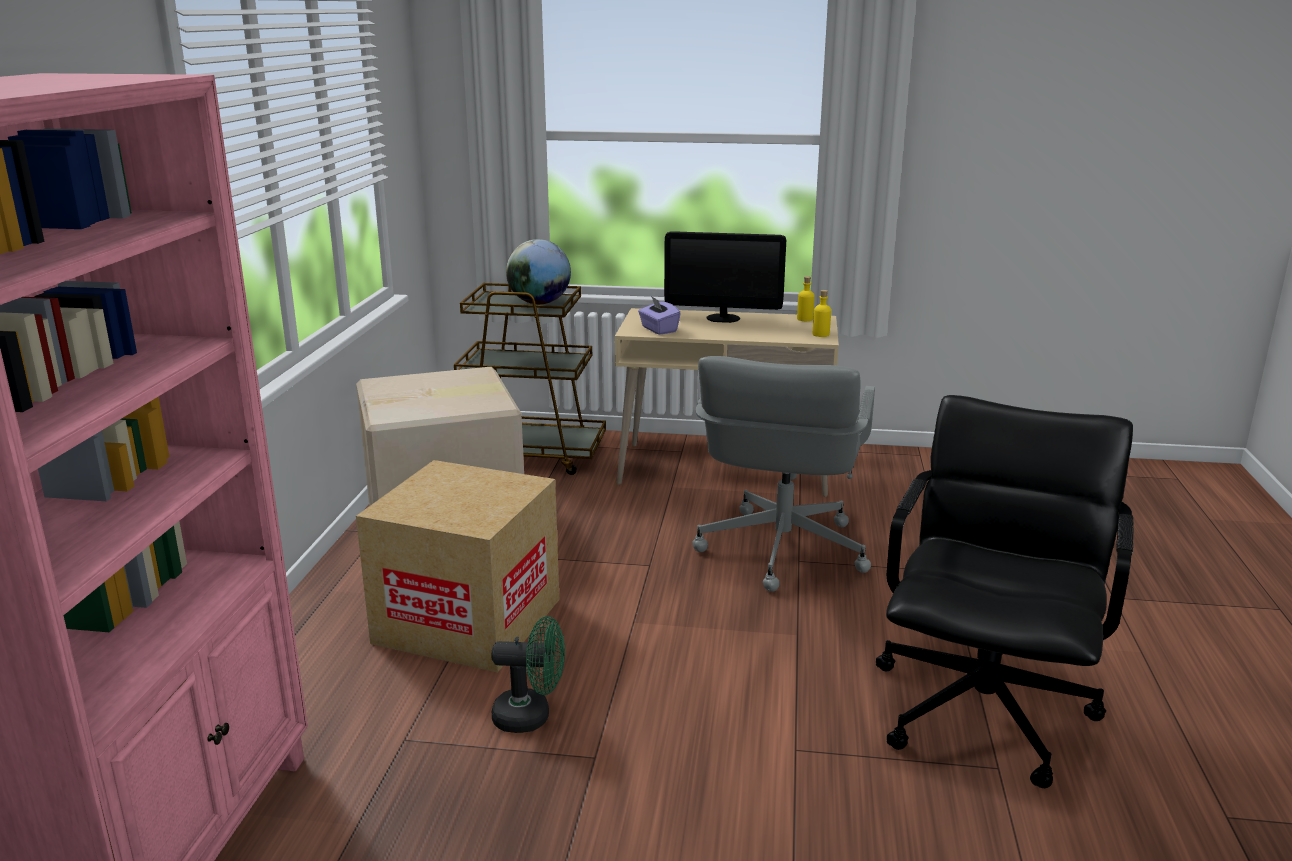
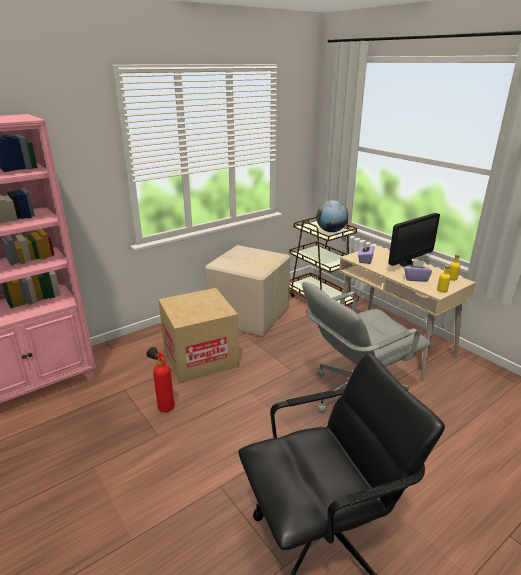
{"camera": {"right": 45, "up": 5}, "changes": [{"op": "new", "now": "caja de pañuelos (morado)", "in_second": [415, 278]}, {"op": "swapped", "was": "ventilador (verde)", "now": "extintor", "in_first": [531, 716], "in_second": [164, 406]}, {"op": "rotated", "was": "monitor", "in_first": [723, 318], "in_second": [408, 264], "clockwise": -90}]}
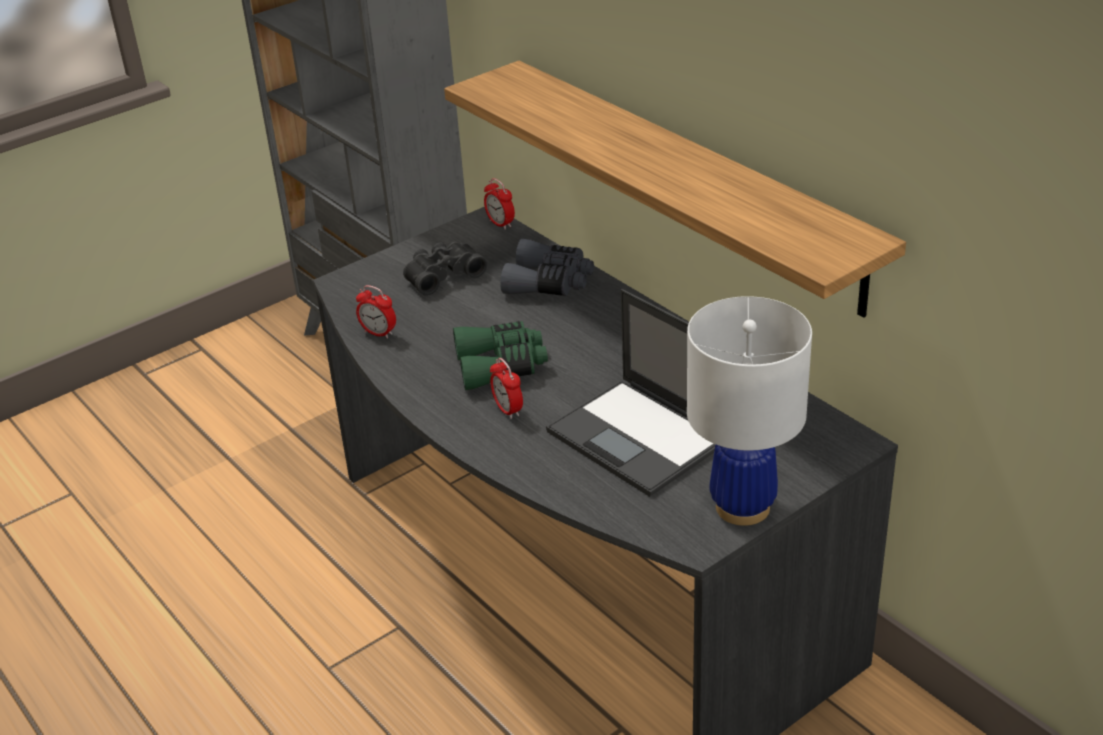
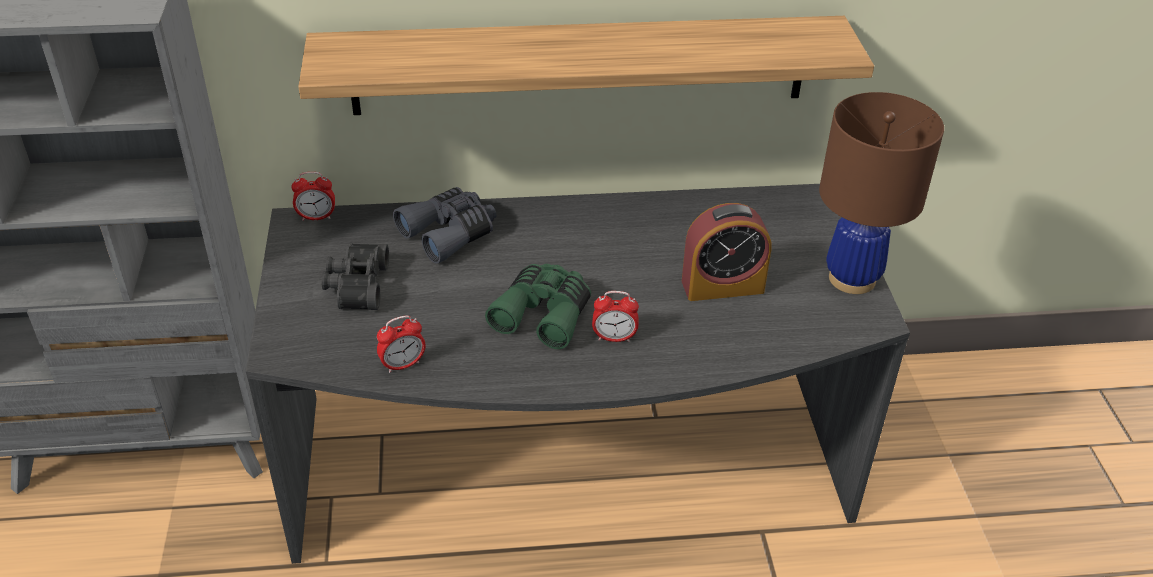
{"camera": {"right": -60, "up": 5}, "changes": [{"op": "swapped", "was": "portátil", "now": "despertador", "in_first": [640, 437], "in_second": [722, 286]}, {"op": "repainted", "was": "lámpara de mesa (blanco)", "now": "lámpara de mesa (marrón)", "in_first": [742, 507], "in_second": [851, 279]}]}
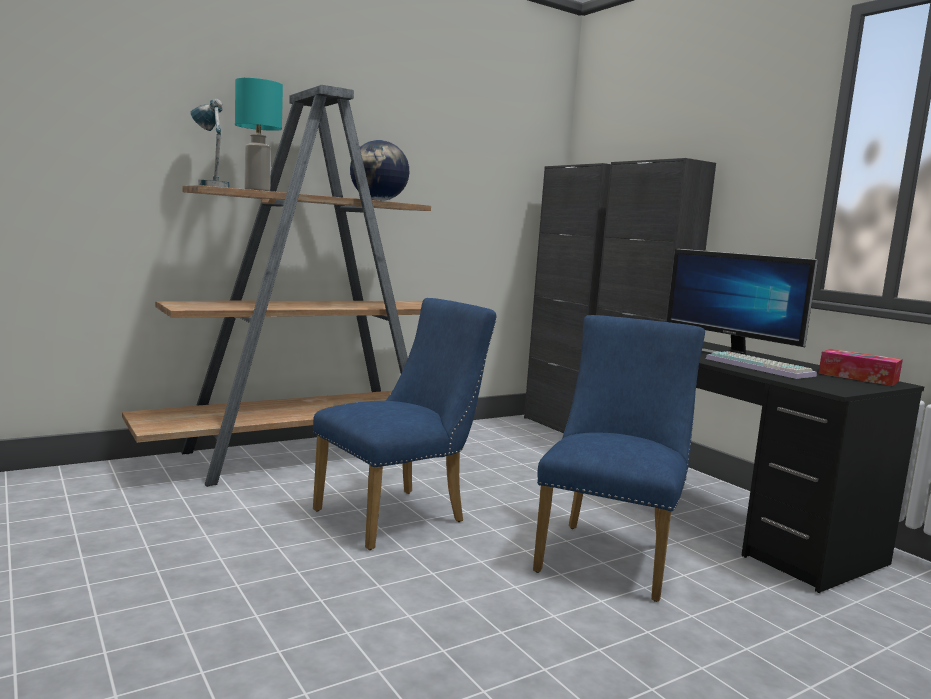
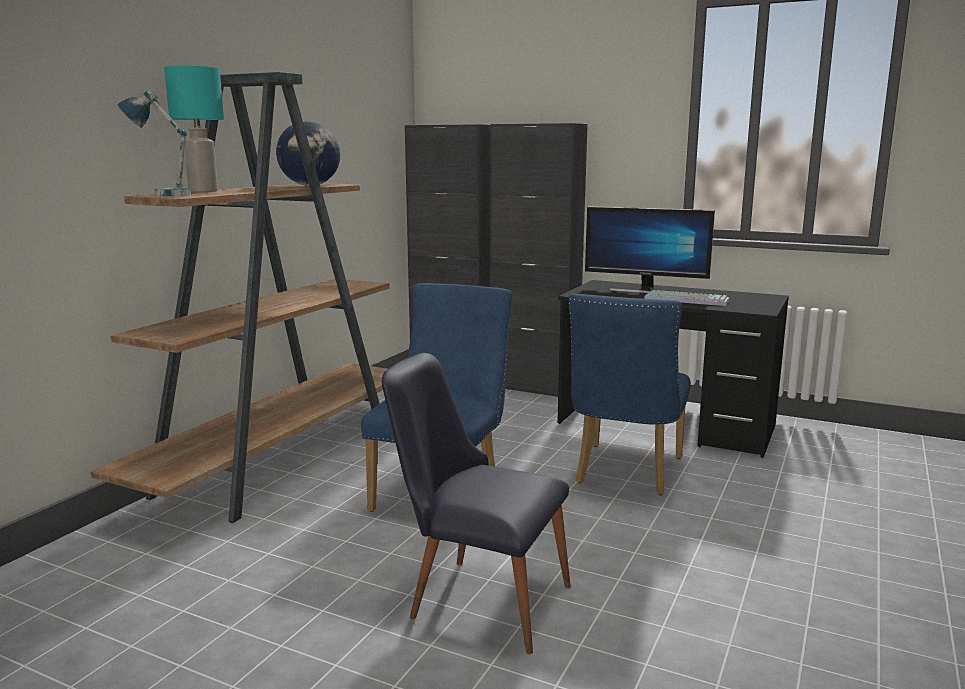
{"camera": {"right": -30, "up": 5}, "changes": [{"op": "gone", "was": "caja de pañuelos", "in_first": [858, 377]}, {"op": "new", "now": "silla (negro)", "in_second": [477, 597]}, {"op": "rotated", "was": "silla (azul)", "in_first": [610, 555], "in_second": [625, 473], "clockwise": -150}]}
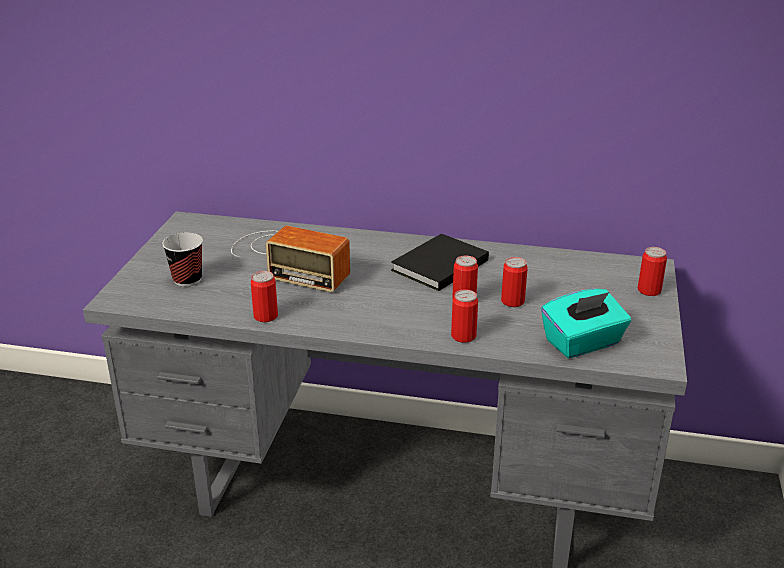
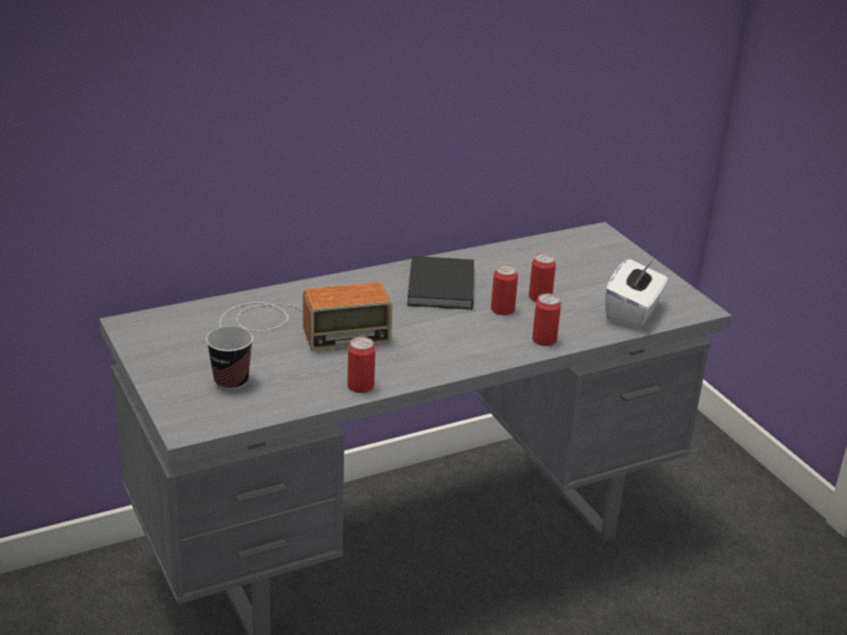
{"camera": {"right": -40, "up": 0}, "changes": [{"op": "gone", "was": "lata", "in_first": [649, 290]}, {"op": "repainted", "was": "caja de pañuelos (turquesa)", "now": "caja de pañuelos (blanco)", "in_first": [583, 343], "in_second": [633, 312]}]}
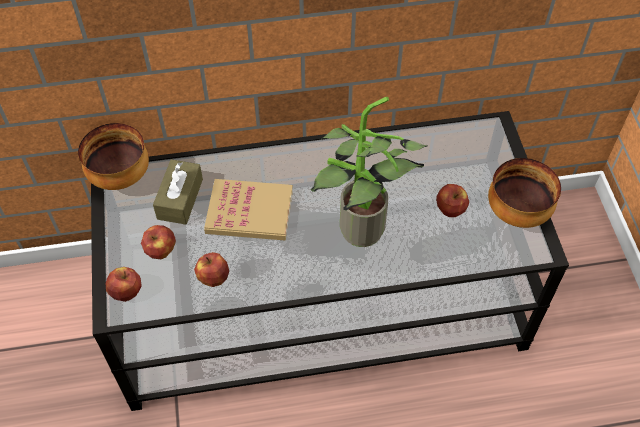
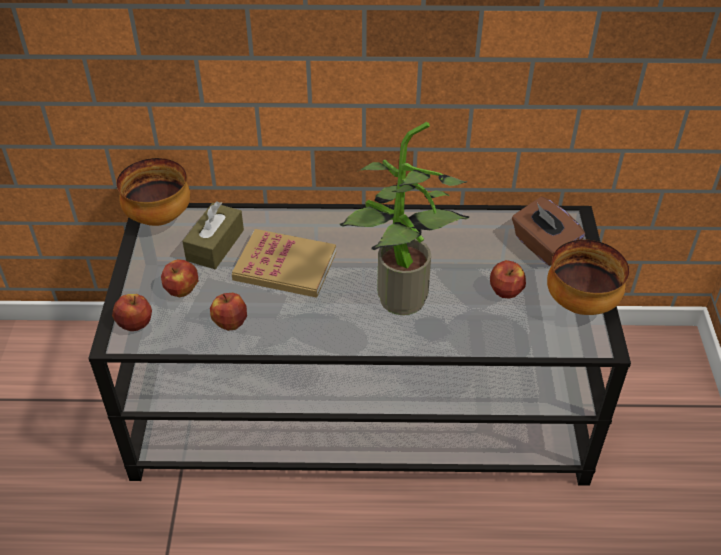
{"camera": {"right": 10, "up": -10}, "changes": [{"op": "new", "now": "caja de pañuelos (marrón)", "in_second": [543, 246]}]}
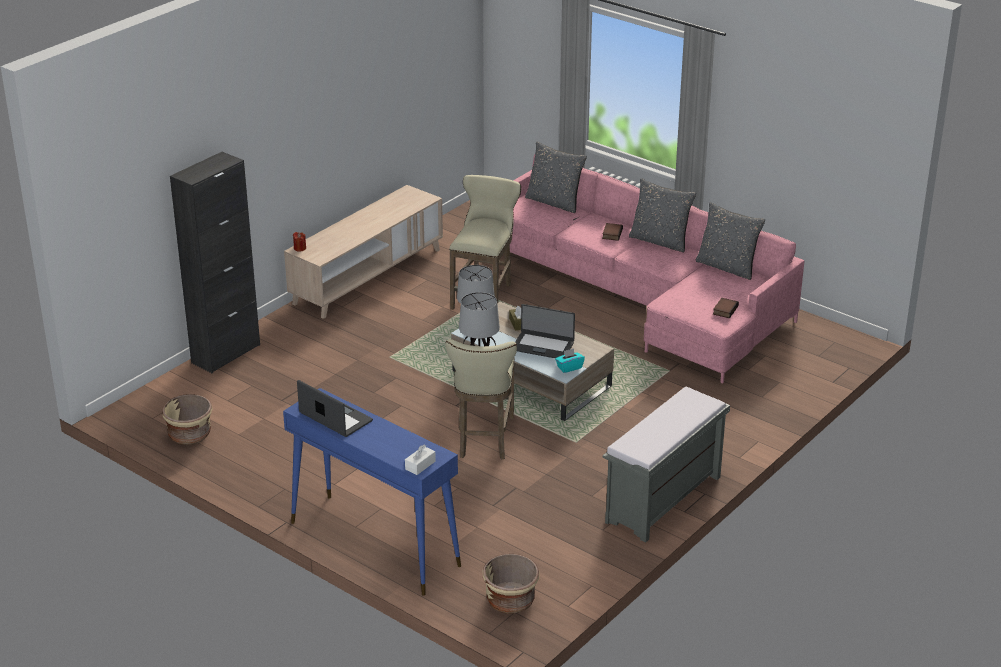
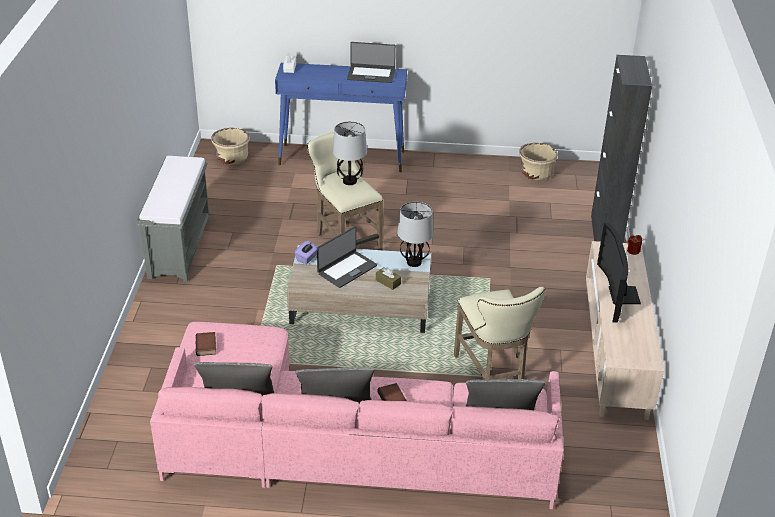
{"camera": {"right": 145, "up": 5}, "changes": [{"op": "new", "now": "televisor", "in_second": [618, 295]}, {"op": "repainted", "was": "caja de pañuelos (turquesa)", "now": "caja de pañuelos (morado)", "in_first": [569, 367], "in_second": [307, 258]}, {"op": "rotated", "was": "portátil", "in_first": [543, 346], "in_second": [346, 269], "clockwise": 150}]}
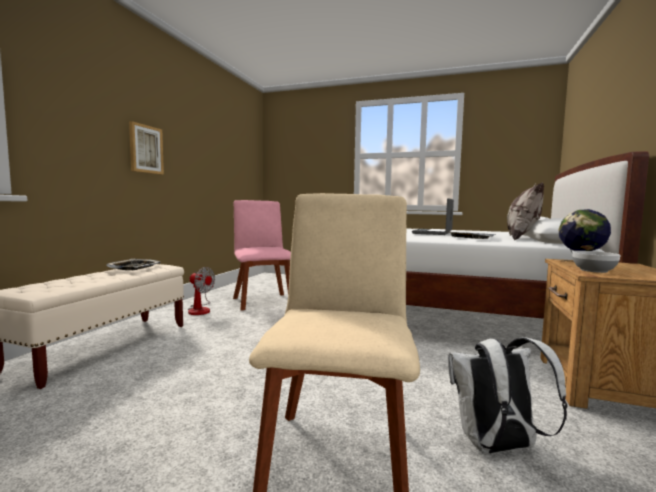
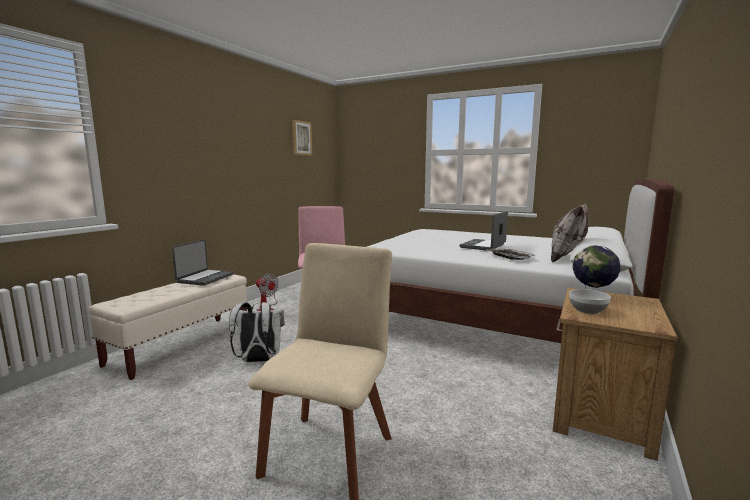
{"camera": {"right": 10, "up": 5}, "changes": [{"op": "shifted", "was": "cuadro", "in_first": [145, 149], "in_second": [301, 138]}, {"op": "shifted", "was": "mochila (blanco)", "in_first": [497, 447], "in_second": [258, 361]}, {"op": "swapped", "was": "bandeja", "now": "portátil", "in_first": [134, 268], "in_second": [204, 278]}]}
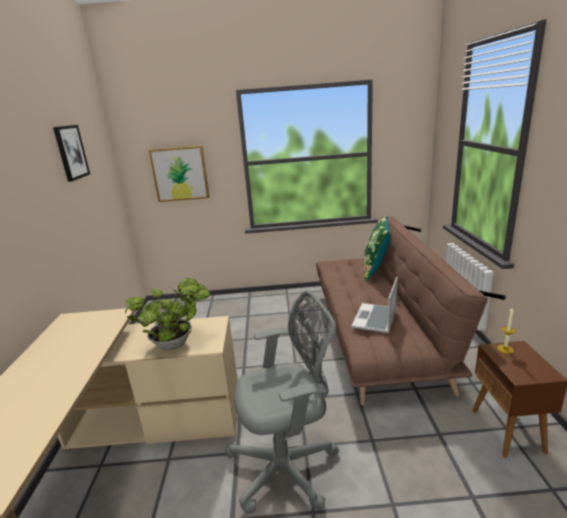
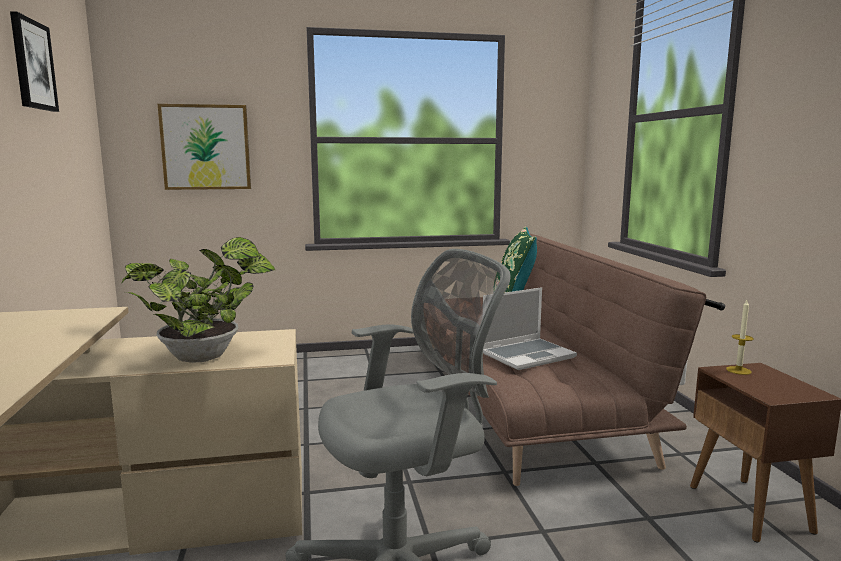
{"camera": {"right": -10, "up": -10}, "changes": [{"op": "rotated", "was": "portátil", "in_first": [375, 319], "in_second": [528, 355], "clockwise": -135}]}
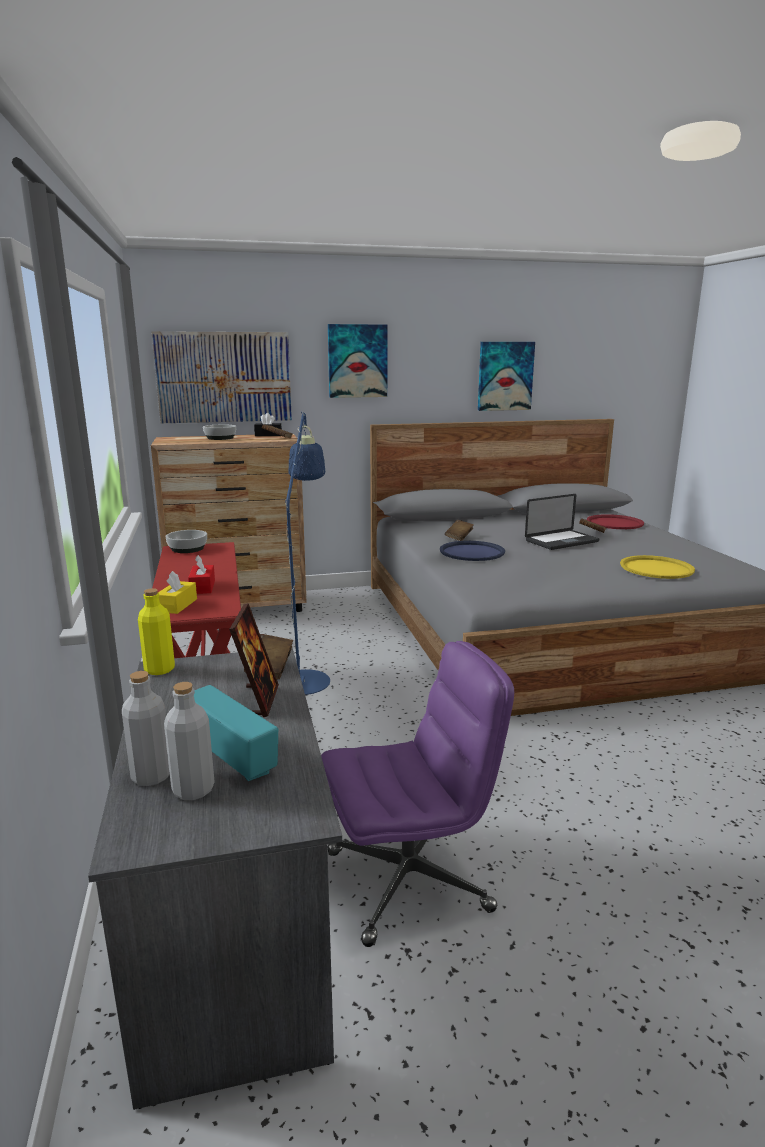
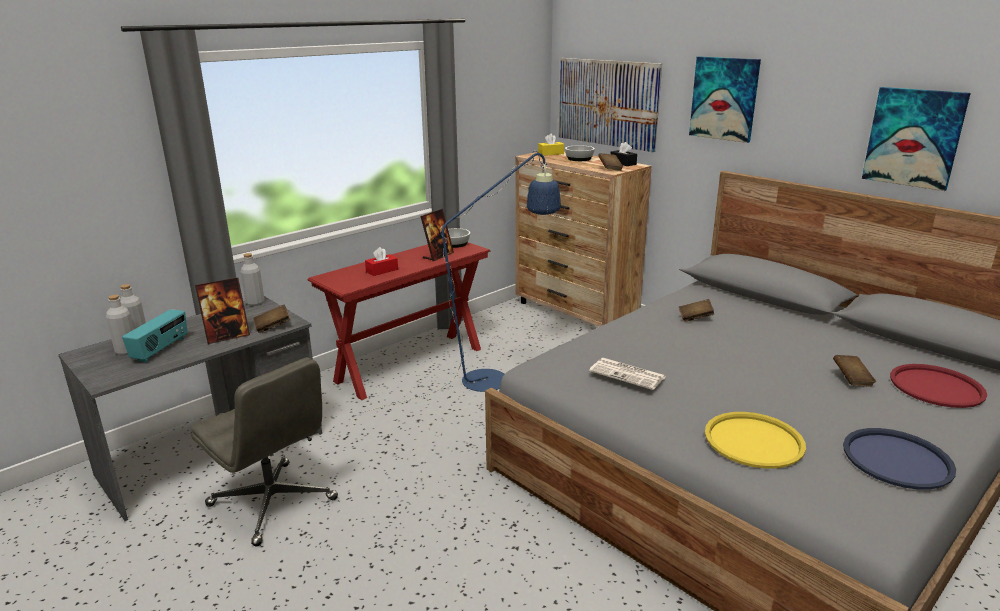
{"camera": {"right": 60, "up": 5}, "changes": [{"op": "gone", "was": "portátil", "in_first": [561, 541]}, {"op": "new", "now": "portarretratos", "in_second": [438, 256]}, {"op": "new", "now": "periódico", "in_second": [628, 374]}, {"op": "shifted", "was": "caja de pañuelos (amarillo)", "in_first": [177, 605], "in_second": [551, 153]}, {"op": "shifted", "was": "bandeja (azul)", "in_first": [472, 552], "in_second": [897, 459]}, {"op": "repainted", "was": "botella (amarillo)", "now": "botella (gris)", "in_first": [159, 669], "in_second": [255, 303]}, {"op": "repainted", "was": "silla de oficina (morado)", "now": "silla de oficina (gris)", "in_first": [409, 879], "in_second": [273, 503]}]}
